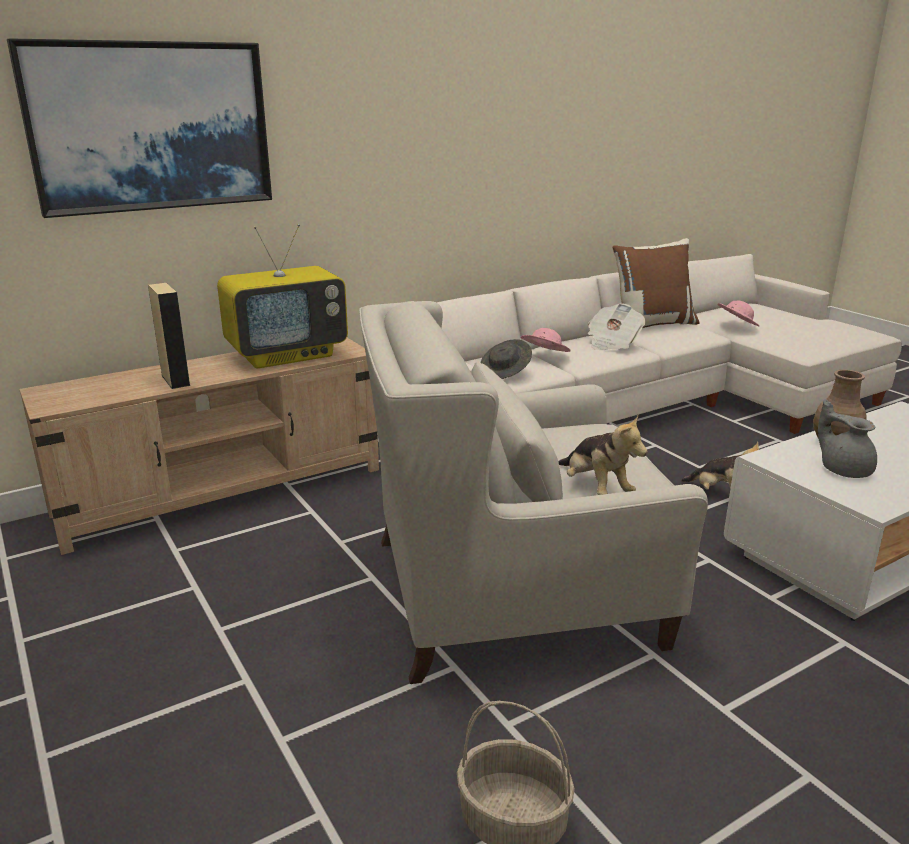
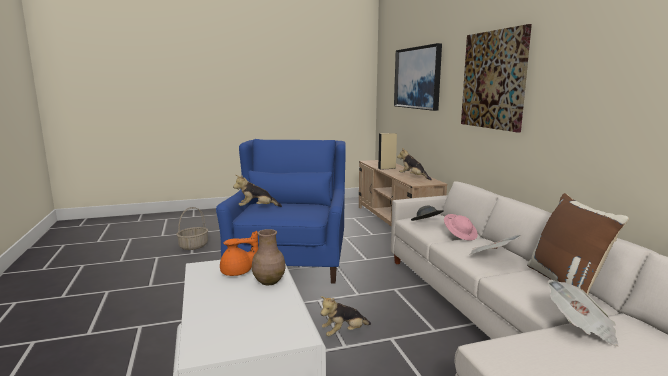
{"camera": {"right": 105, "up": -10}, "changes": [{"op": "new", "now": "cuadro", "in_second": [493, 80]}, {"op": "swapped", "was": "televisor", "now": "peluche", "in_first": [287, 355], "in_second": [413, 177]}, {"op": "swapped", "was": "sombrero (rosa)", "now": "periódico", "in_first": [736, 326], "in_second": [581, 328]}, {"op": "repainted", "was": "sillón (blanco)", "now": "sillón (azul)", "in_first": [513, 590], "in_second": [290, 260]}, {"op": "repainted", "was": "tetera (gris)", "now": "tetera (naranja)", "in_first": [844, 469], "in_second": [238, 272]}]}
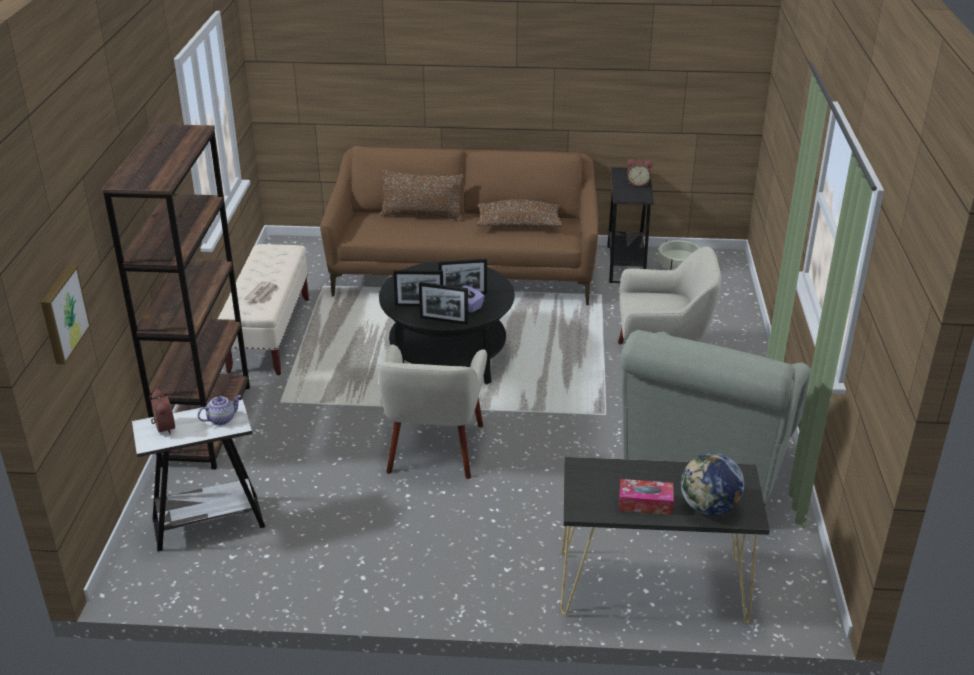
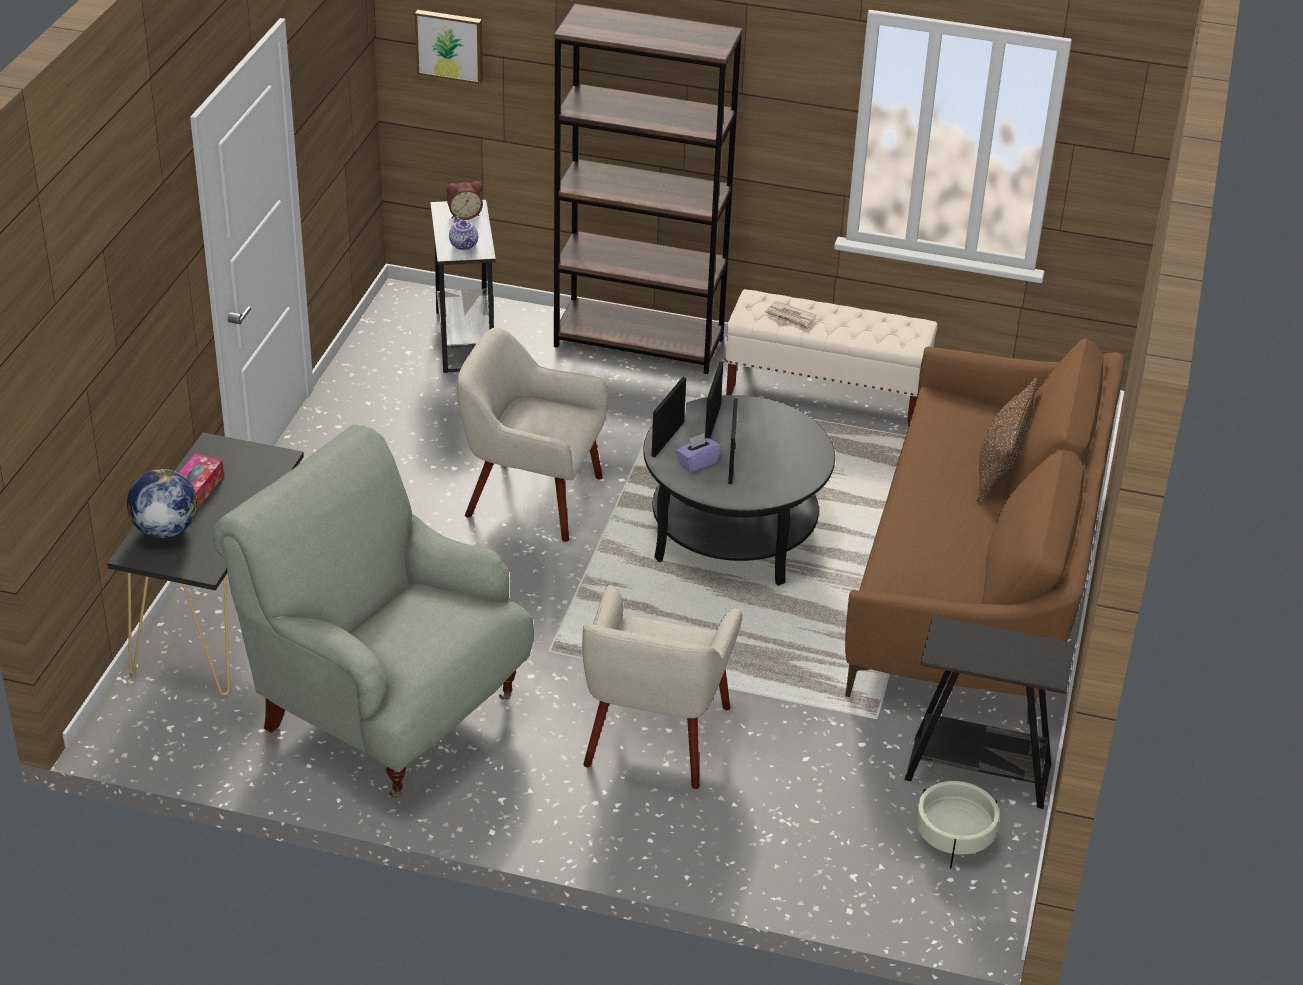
{"camera": {"right": 100, "up": 5}, "changes": [{"op": "gone", "was": "cojín (marrón)", "in_first": [519, 224]}, {"op": "gone", "was": "despertador", "in_first": [638, 183]}]}
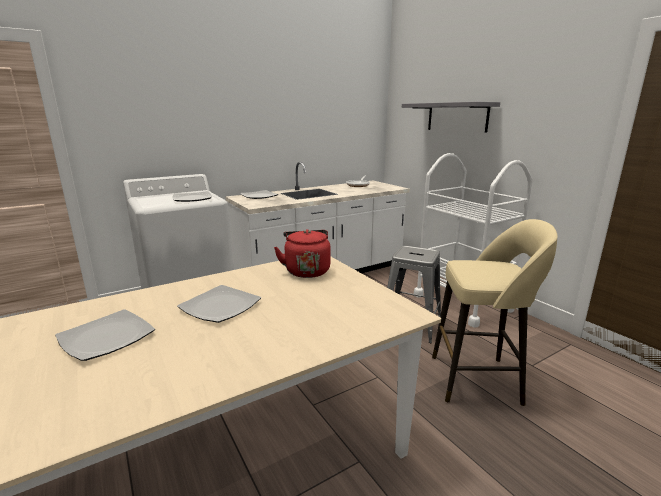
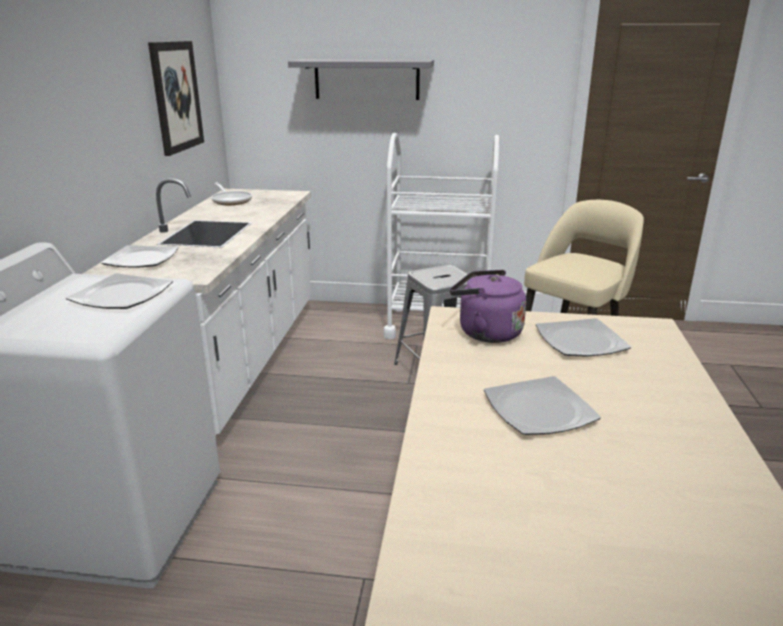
{"camera": {"right": -50, "up": 5}, "changes": [{"op": "new", "now": "cuadro", "in_second": [176, 96]}, {"op": "shifted", "was": "plato", "in_first": [107, 337], "in_second": [579, 341]}, {"op": "repainted", "was": "hervidor (rojo)", "now": "hervidor (morado)", "in_first": [306, 270], "in_second": [485, 332]}]}
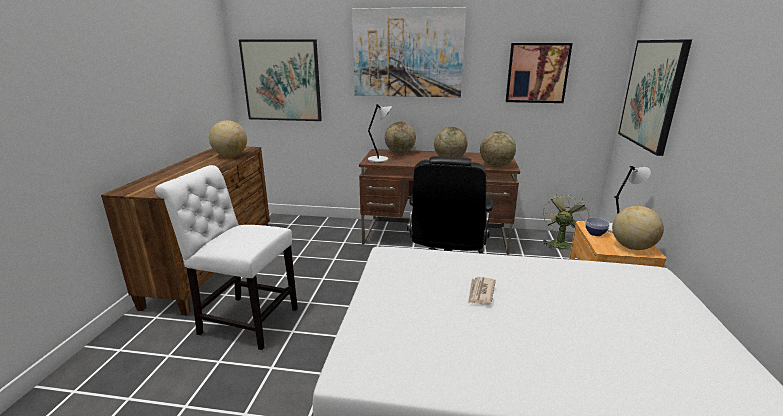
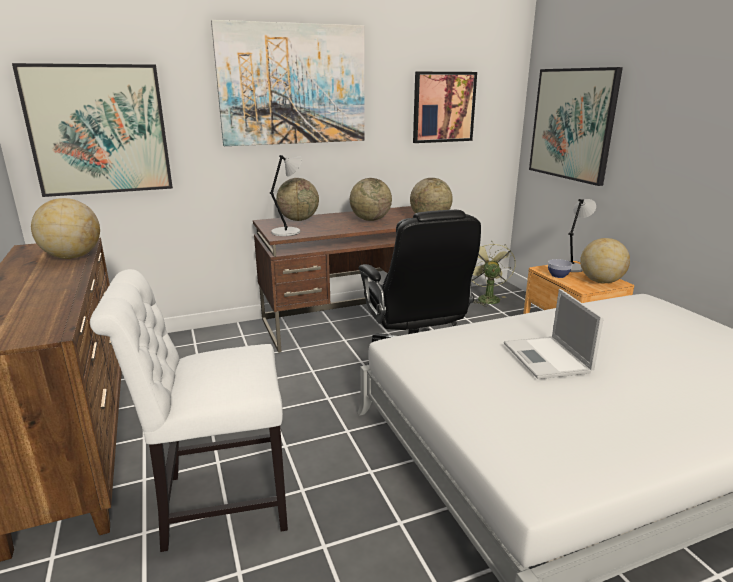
{"camera": {"right": -30, "up": 0}, "changes": [{"op": "swapped", "was": "periódico", "now": "portátil", "in_first": [480, 292], "in_second": [547, 358]}]}
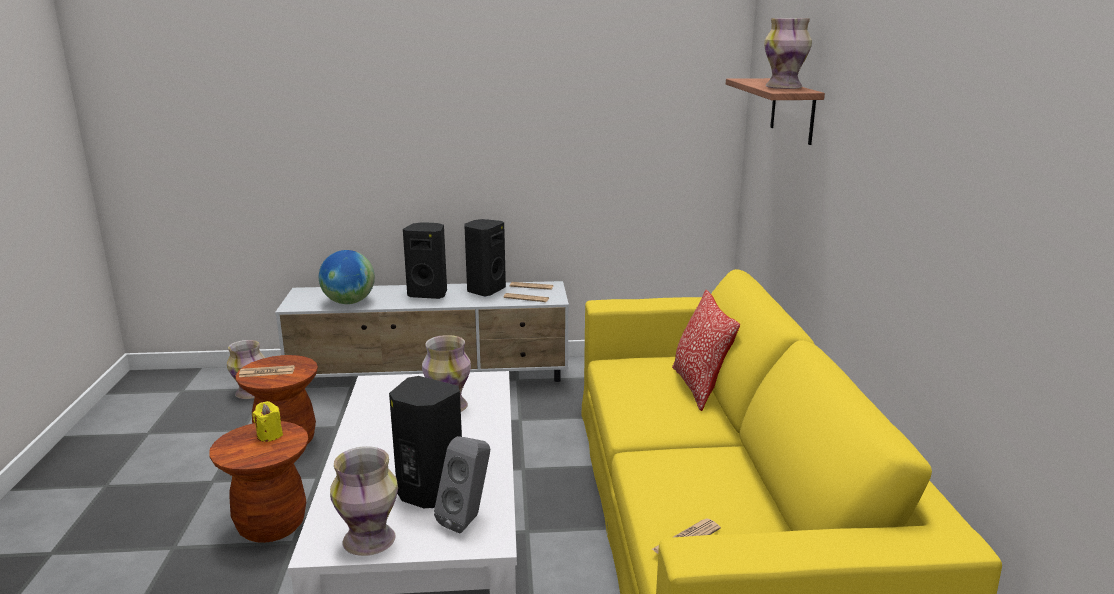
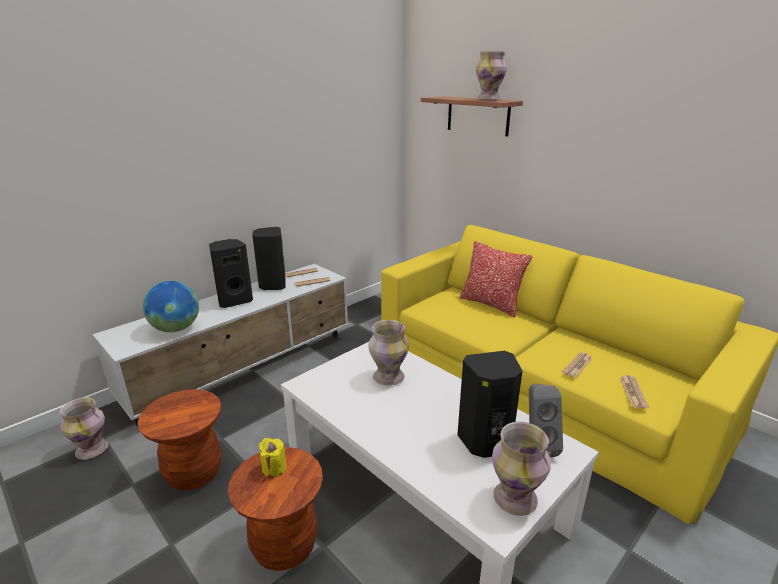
{"camera": {"right": -40, "up": 5}, "changes": [{"op": "shifted", "was": "periódico", "in_first": [267, 372], "in_second": [577, 365]}]}
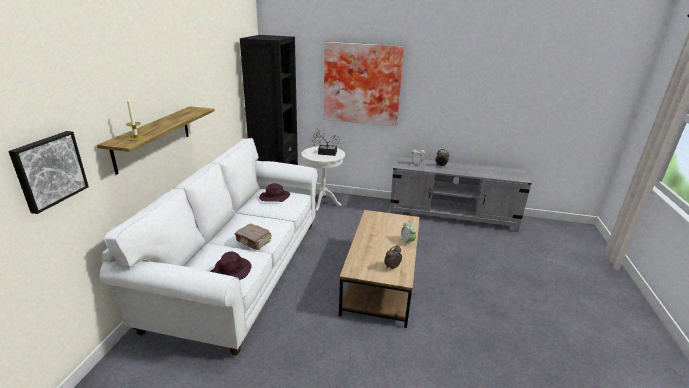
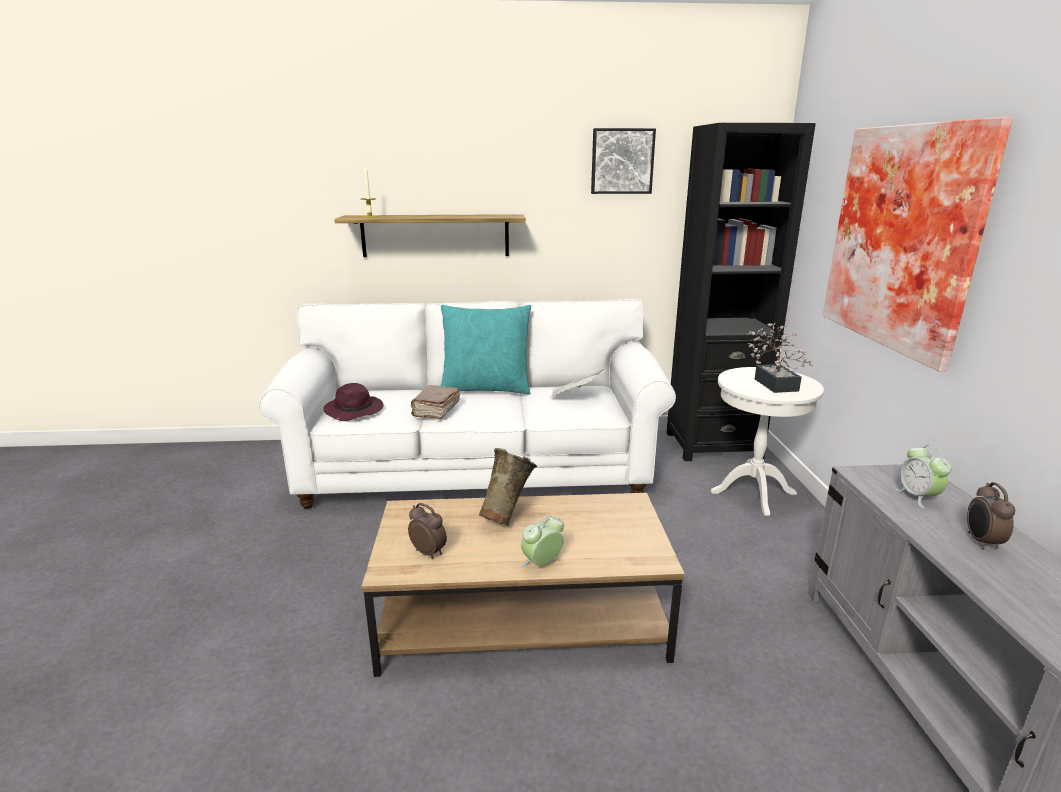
{"camera": {"right": 75, "up": -5}, "changes": [{"op": "new", "now": "cojín (turquesa)", "in_second": [486, 389]}, {"op": "new", "now": "florero (beis)", "in_second": [508, 517]}, {"op": "shifted", "was": "cuadro", "in_first": [49, 170], "in_second": [622, 161]}, {"op": "swapped", "was": "sombrero (morado)", "now": "periódico", "in_first": [274, 198], "in_second": [575, 397]}]}
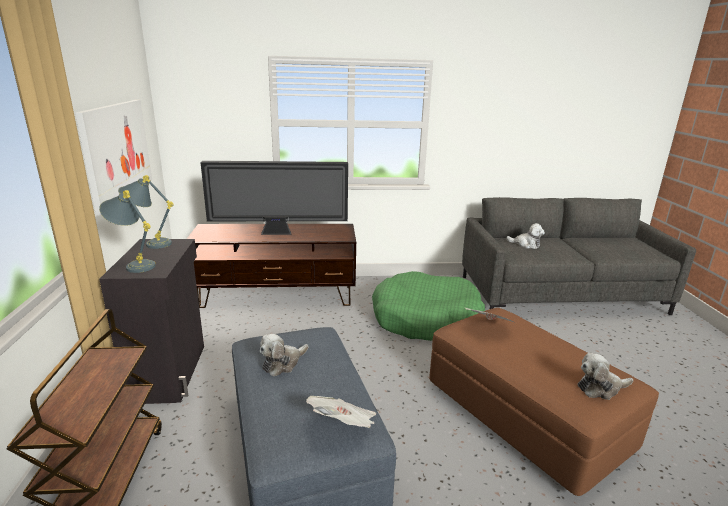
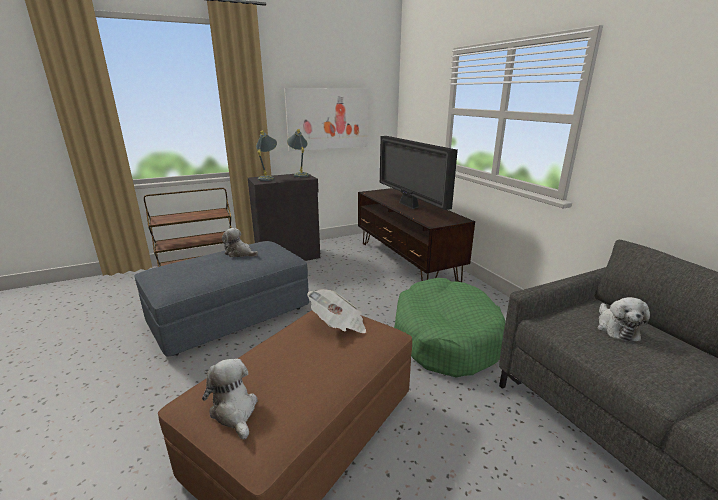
{"camera": {"right": 70, "up": 0}, "changes": [{"op": "gone", "was": "periódico", "in_first": [344, 425]}]}
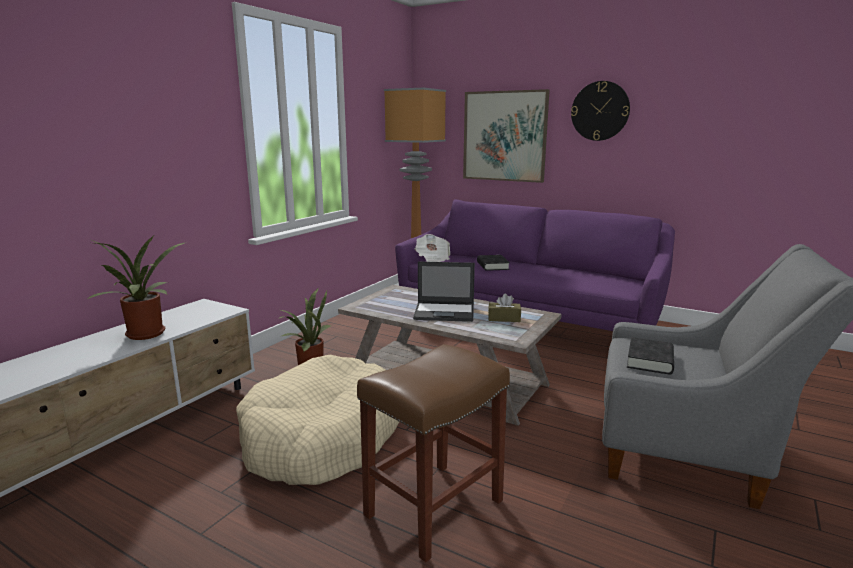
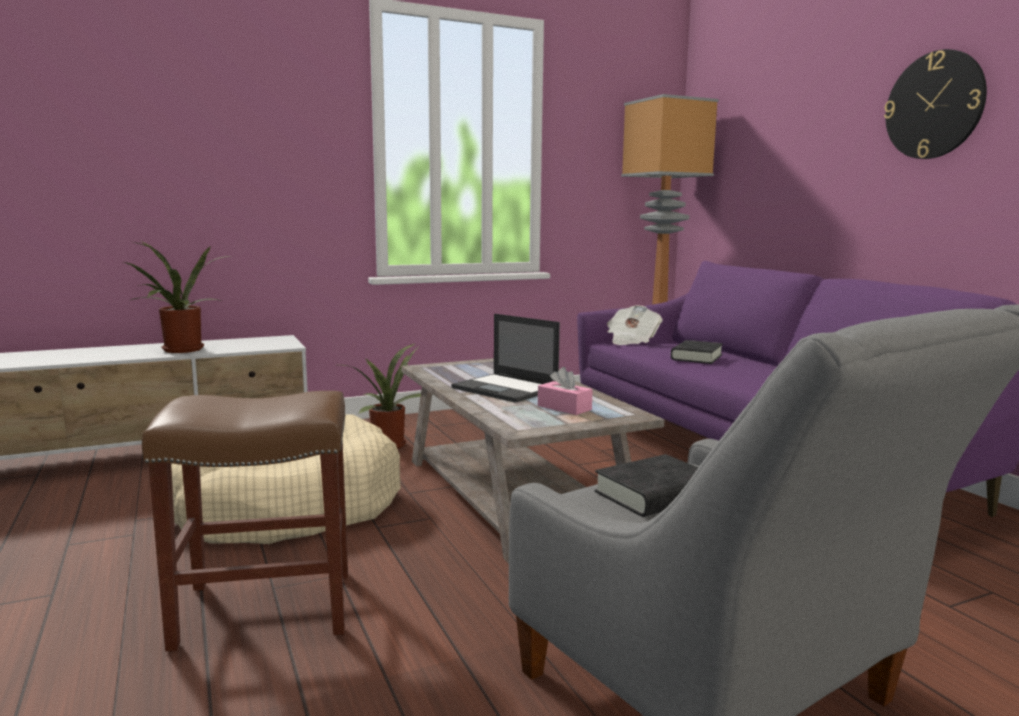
{"camera": {"right": 35, "up": -5}, "changes": [{"op": "gone", "was": "cuadro", "in_first": [504, 136]}, {"op": "repainted", "was": "caja de pañuelos (marrón)", "now": "caja de pañuelos (rosa)", "in_first": [504, 318], "in_second": [564, 408]}]}
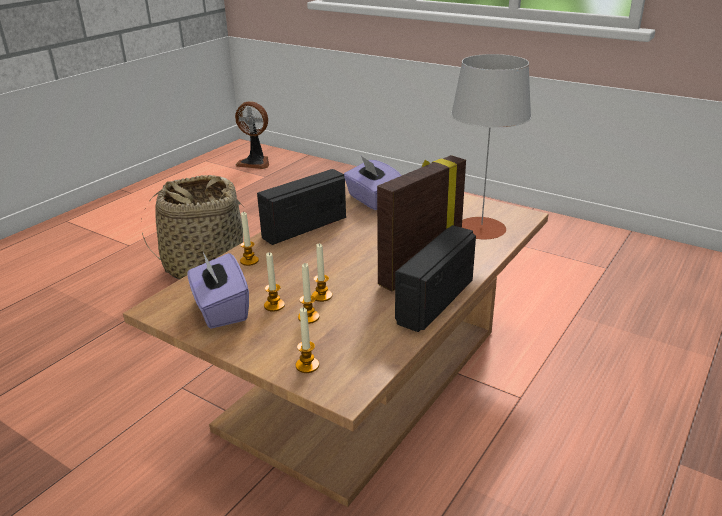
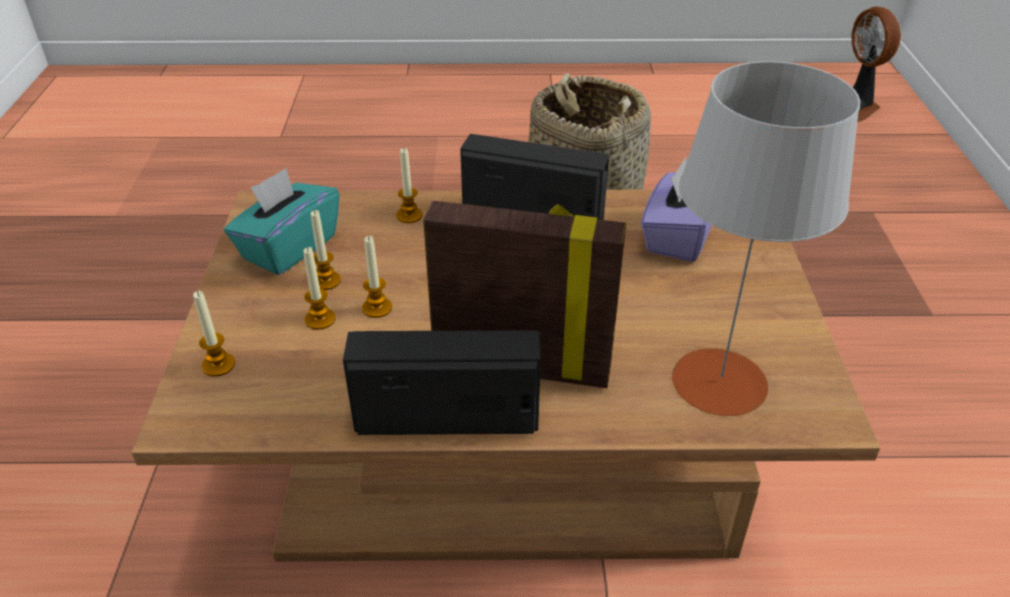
{"camera": {"right": 55, "up": 10}, "changes": [{"op": "repainted", "was": "caja de pañuelos (morado)", "now": "caja de pañuelos (turquesa)", "in_first": [220, 309], "in_second": [289, 248]}]}
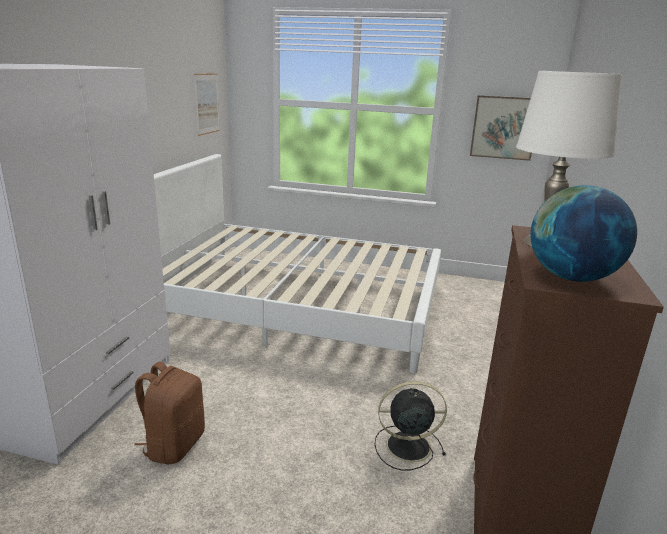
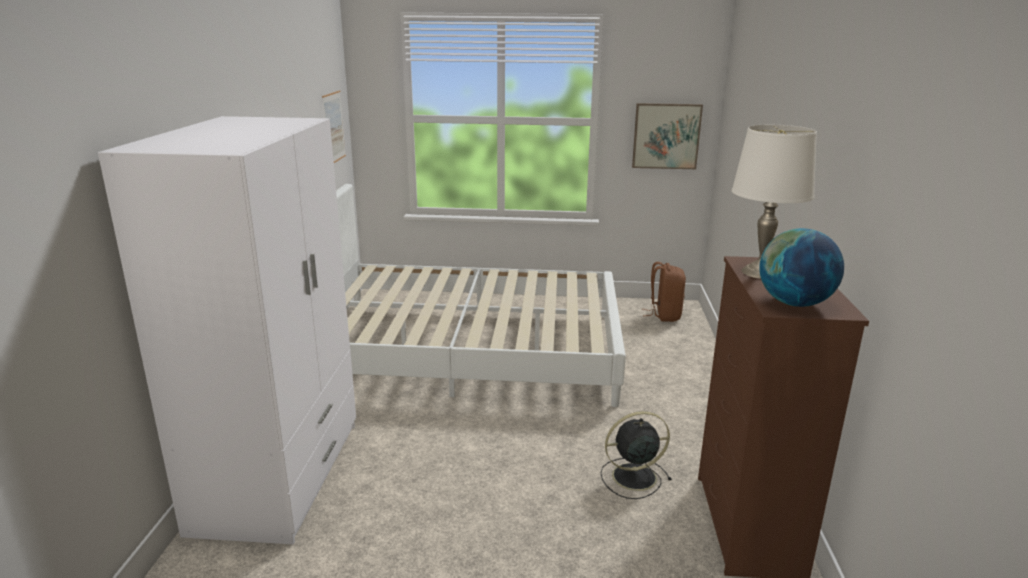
{"camera": {"right": -10, "up": 0}, "changes": [{"op": "shifted", "was": "mochila (marrón)", "in_first": [173, 445], "in_second": [664, 315]}]}
